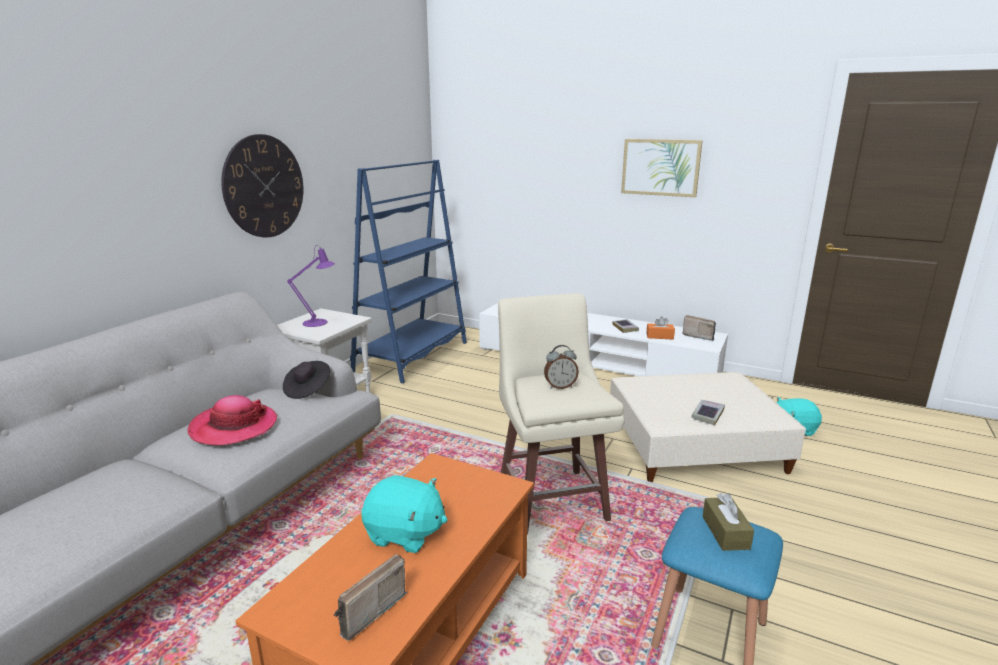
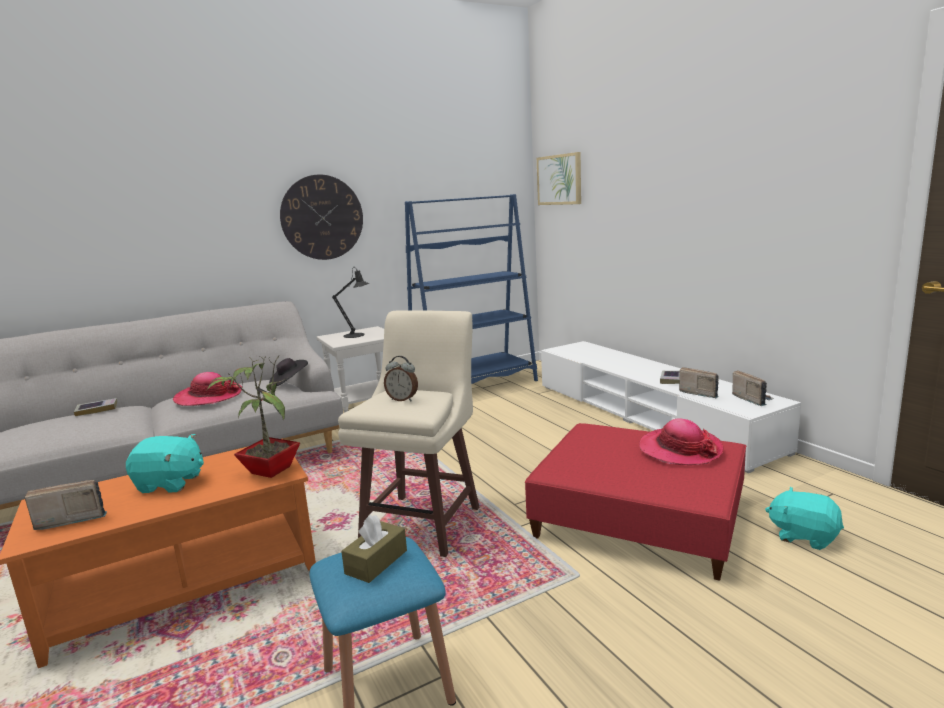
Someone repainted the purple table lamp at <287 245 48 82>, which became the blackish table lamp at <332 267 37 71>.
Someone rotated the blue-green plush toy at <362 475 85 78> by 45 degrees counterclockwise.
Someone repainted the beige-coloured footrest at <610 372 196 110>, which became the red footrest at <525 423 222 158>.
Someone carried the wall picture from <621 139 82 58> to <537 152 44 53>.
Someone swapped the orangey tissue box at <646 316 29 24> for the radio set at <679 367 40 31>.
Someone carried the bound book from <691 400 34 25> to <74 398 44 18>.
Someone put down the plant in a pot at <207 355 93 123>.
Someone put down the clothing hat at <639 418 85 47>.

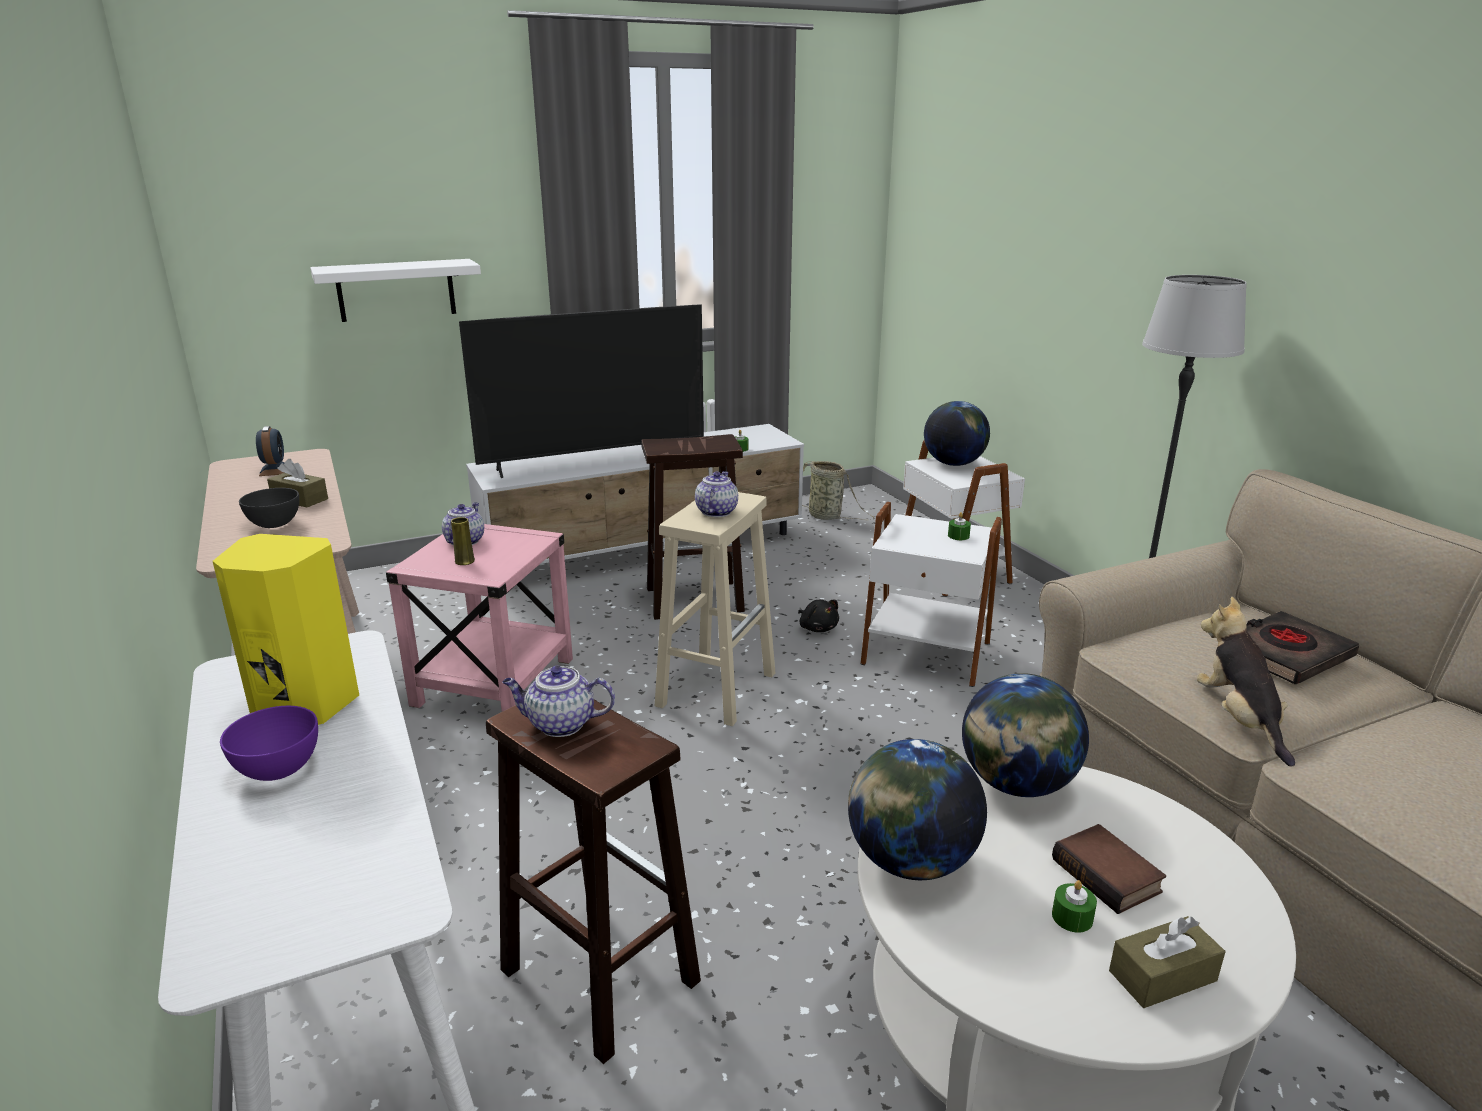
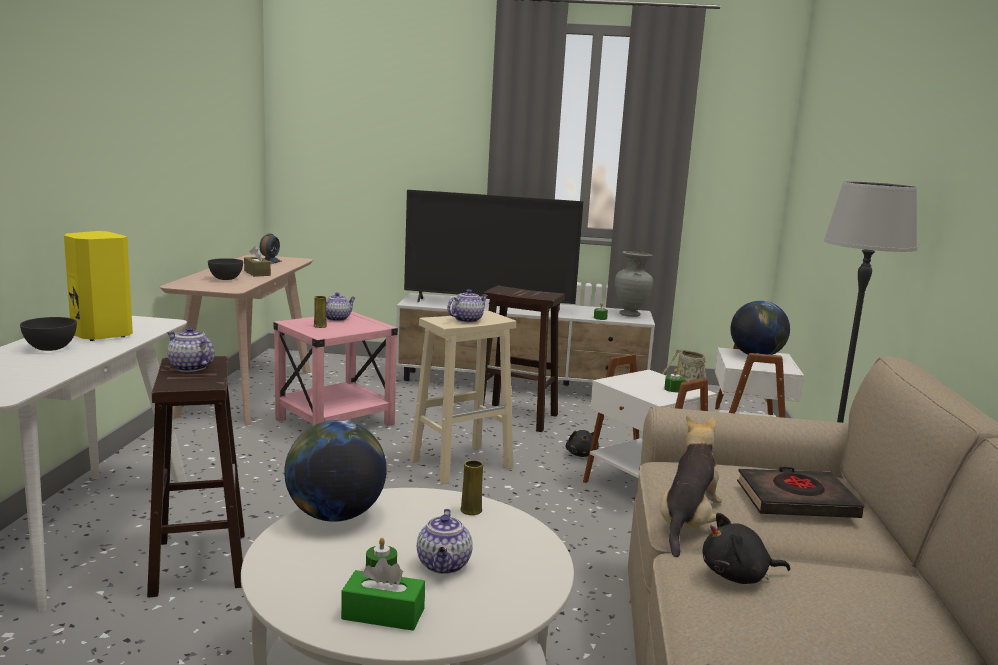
Someone repainted the purple deep dish at <220 706 98 75>, which became the gray deep dish at <20 317 57 34>.
Someone took away the white bracket shelf at <310 259 171 63>.
Someone swapped the desk globe at <962 673 127 124> for the yellow-coloured flower vase at <460 460 23 55>.
Someone swapped the bound book at <1052 824 114 90> for the teapot at <417 509 56 65>.
Someone repainted the brown tissue box at <1109 916 116 92>, which became the greenish tissue box at <341 558 84 73>.
Someone put down the gray flower vase at <615 251 38 66>.
Someone put down the blackish plush toy at <702 513 88 71>.

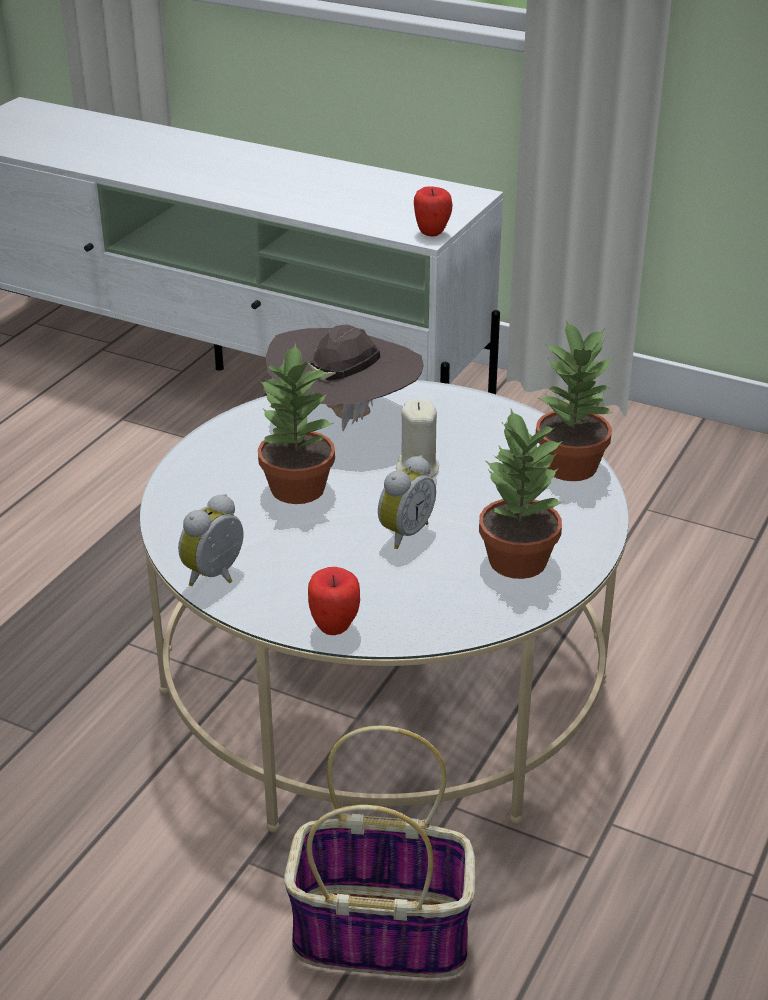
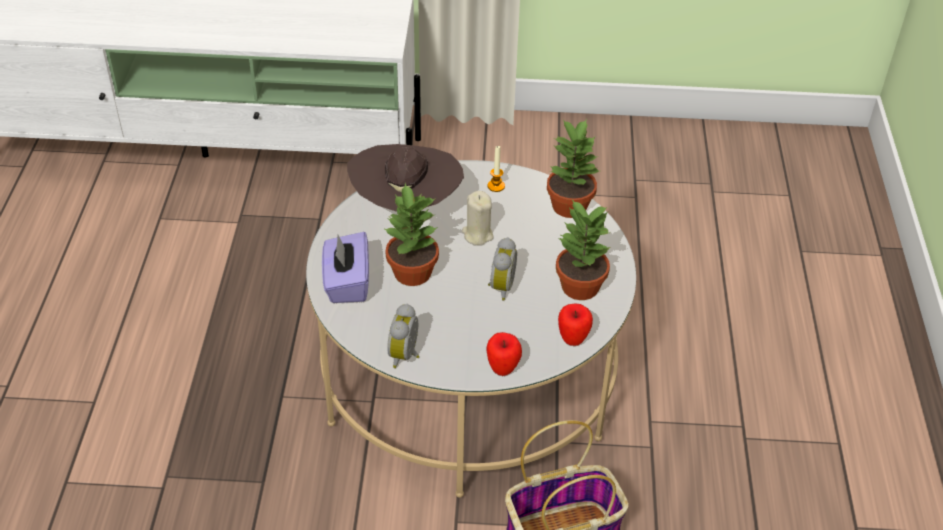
Someone carried the apple from <414 186 38 50> to <558 304 35 42>.
Someone put down the purple tissue box at <322 232 47 71>.
Someone put down the candle at <488 146 17 46>.

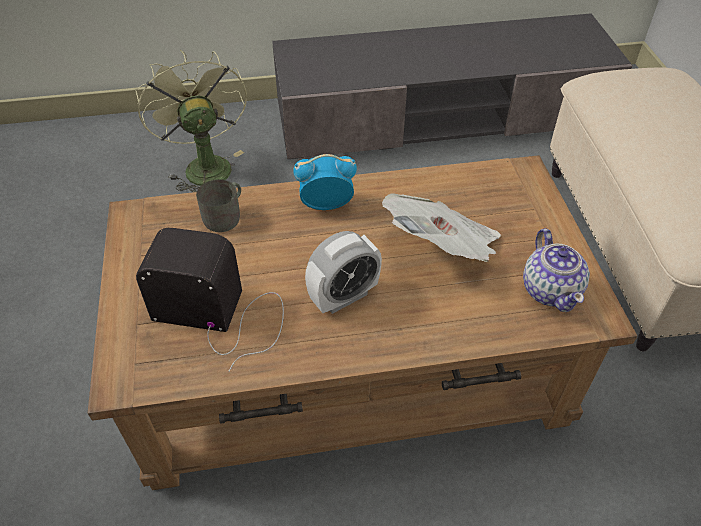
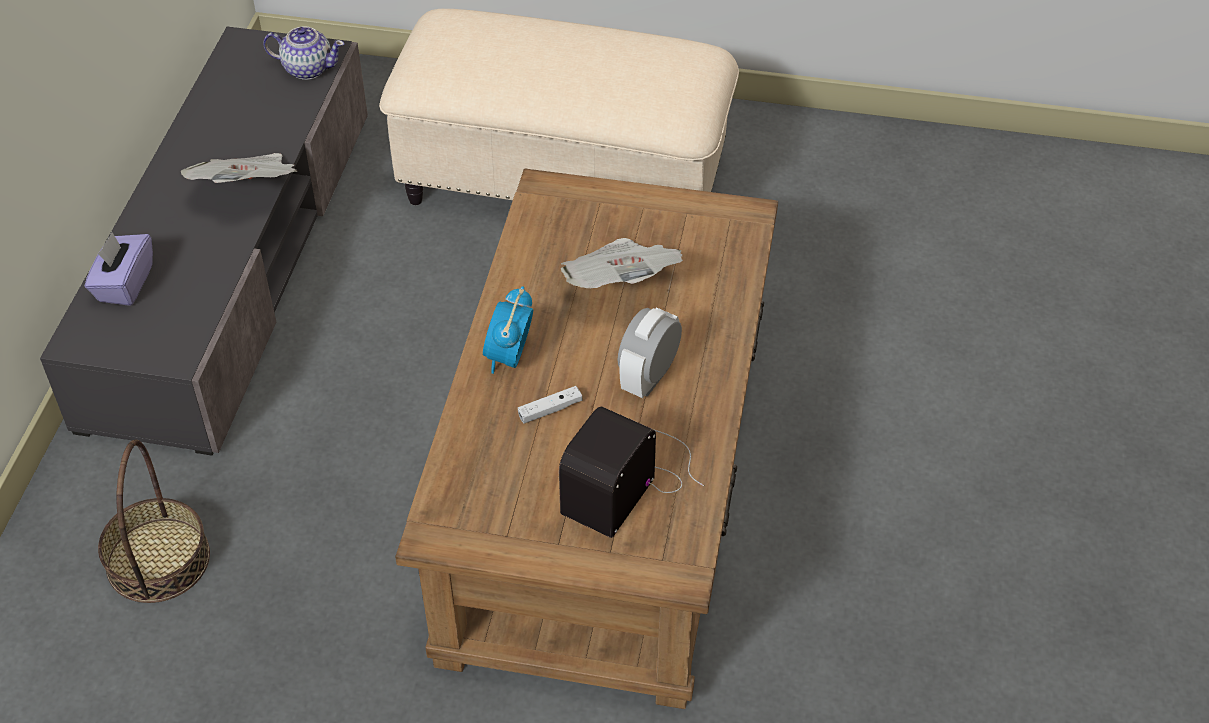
Someone swapped the greenish electric fan at <135 50 112 142> for the household basket at <98 440 112 163>.
Someone took away the gray tea mug at <196 179 45 53>.
Someone rotated the bedside clock at <305 231 77 83> by 135 degrees counterclockwise.
Someone carried the teapot from <523 229 67 83> to <263 26 81 54>.
Someone put down the purple tissue box at <85 232 68 74>.
Someone put down the newspaper at <181 153 117 30>.
Someone put down the white joypad at <518 386 64 38>.

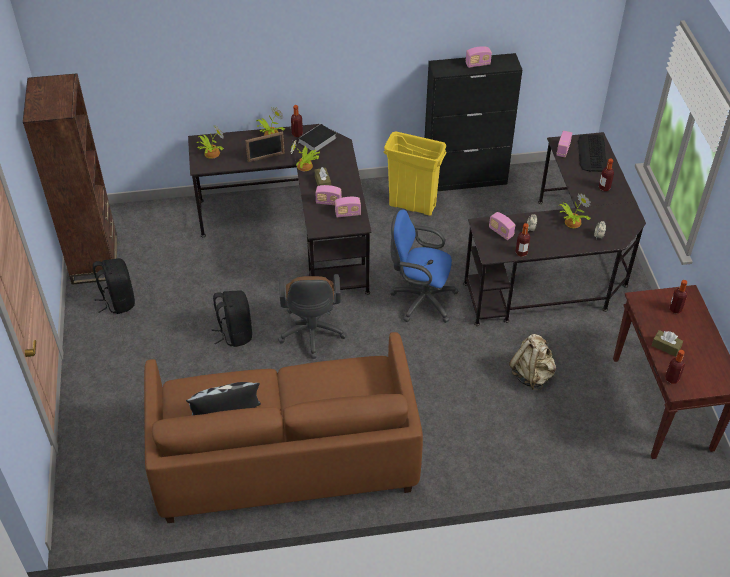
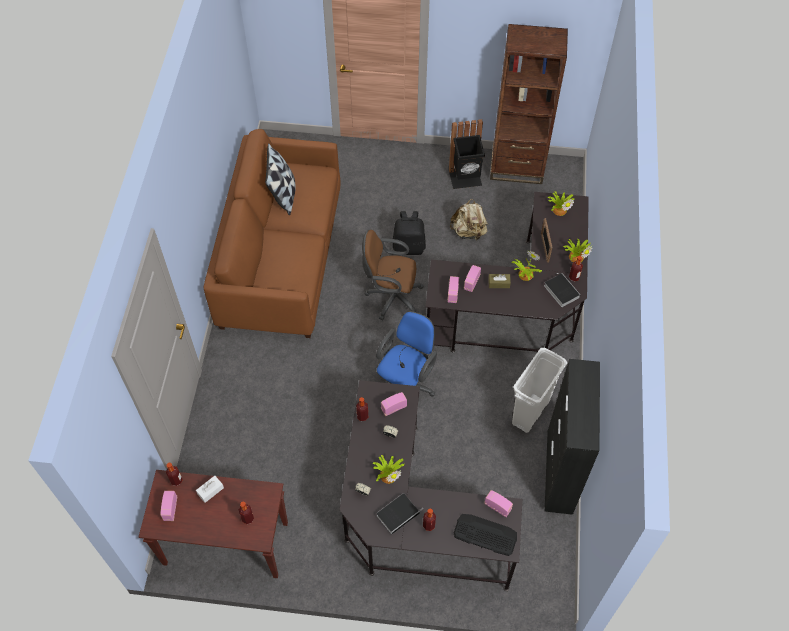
Someone swapped the blackish rucksack at <93 258 42 56> for the blackish waste bin at <449 119 36 70>.
Someone repainted the yellow-coloured waste bin at <384 131 63 85>, which became the white waste bin at <512 348 55 85>.
Someone carried the radio set from <466 46 26 22> to <160 491 17 30>.
Someone carried the beige-coloured rucksack from <509 334 47 56> to <450 199 38 42>.
Someone repainted the brown tissue box at <651 330 32 27>, which became the white tissue box at <196 476 28 27>.
Someone put down the bound book at <377 493 46 41>.

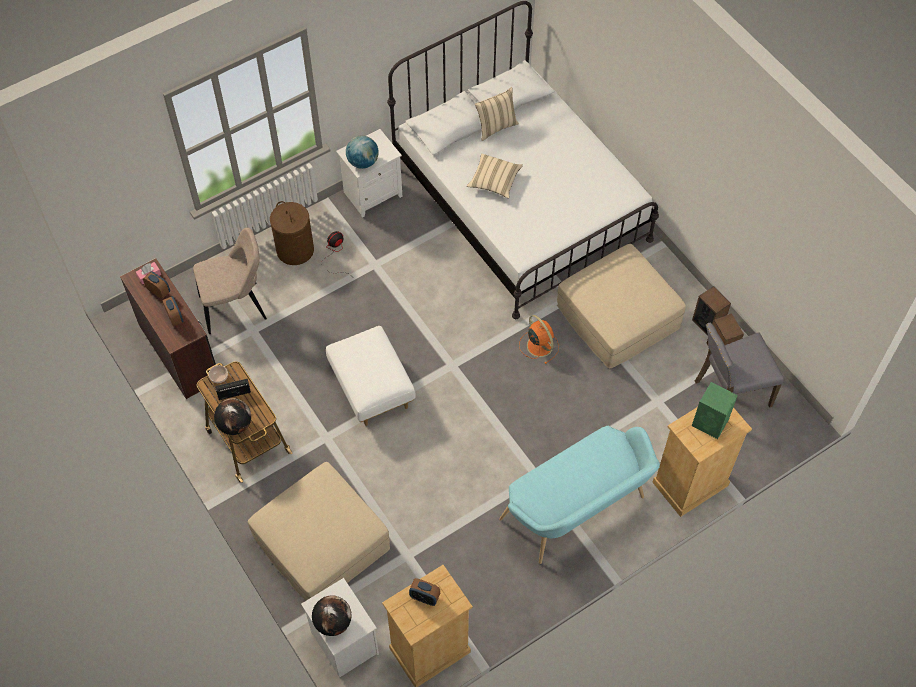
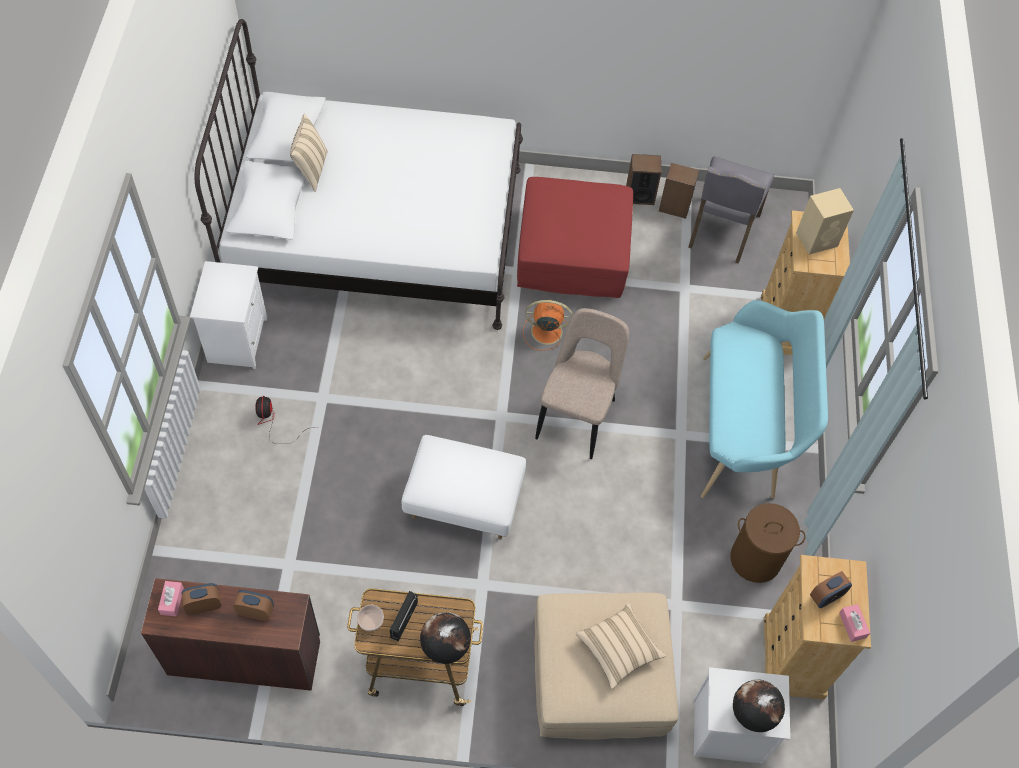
Someone carried the beige-coloured upright chair from <193 228 74 106> to <535 308 94 151>.
Someone carried the brown laundry basket from <270 201 44 64> to <730 503 76 80>.
Someone took away the desk globe at <346 136 33 33>.
Someone carried the beige-coloured throw pillow from <467 153 56 46> to <576 602 90 87>.
Someone repainted the beige-coloured footrest at <557 244 129 124>, which became the red footrest at <517 177 116 121>.
Someone repainted the greenish speaker at <692 382 46 57>, which became the beige-coloured speaker at <796 188 58 67>.
Someone put down the pink tissue box at <839 604 31 38>.

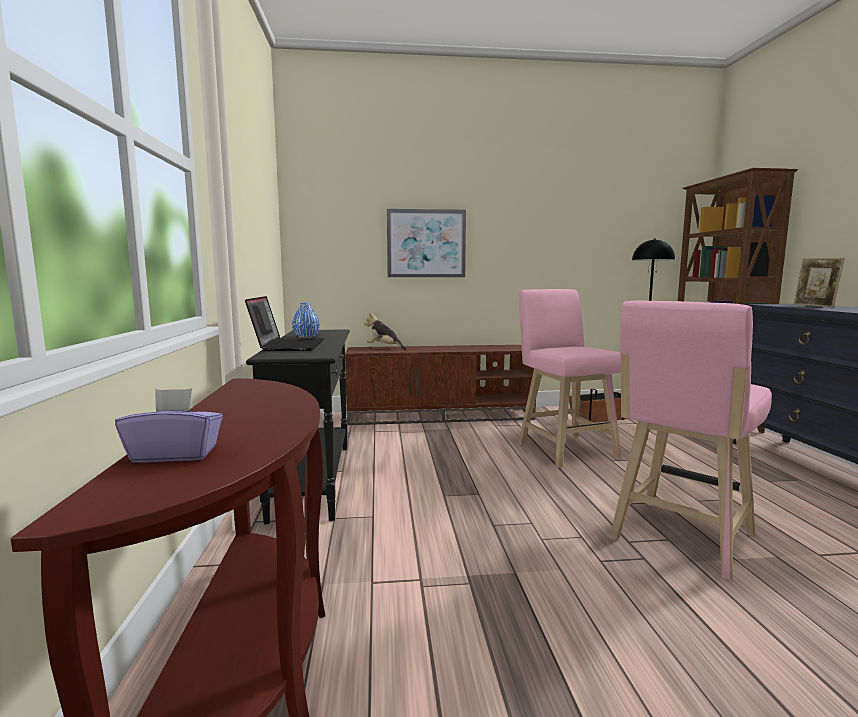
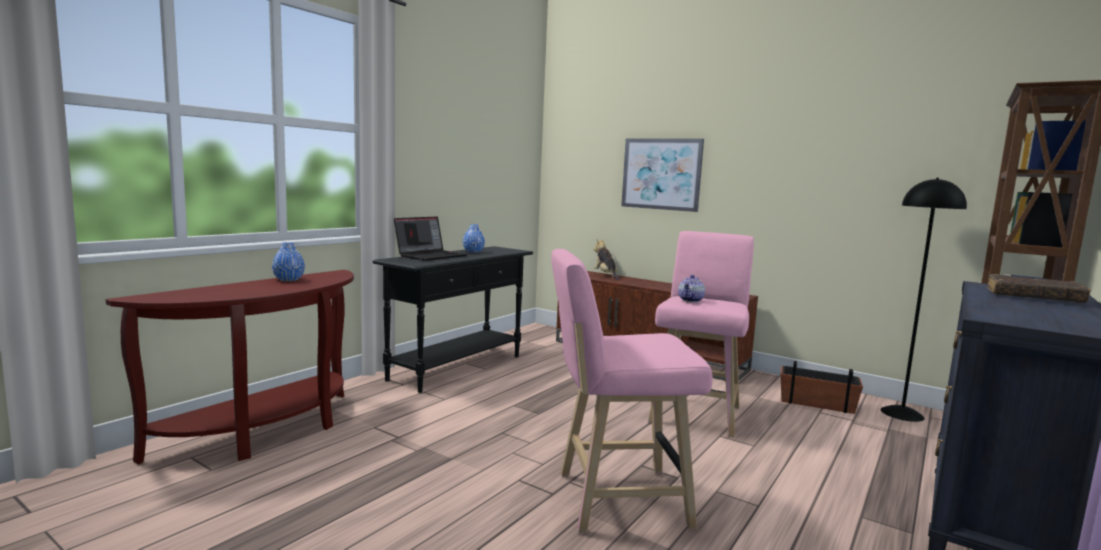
Someone took away the purple tissue box at <115 388 108 75>.
Someone swapped the picture frame at <793 258 52 50> for the brown bound book at <987 274 104 29>.
Someone put down the blue flower vase at <272 242 33 39>.
Someone put down the teapot at <678 275 27 27>.

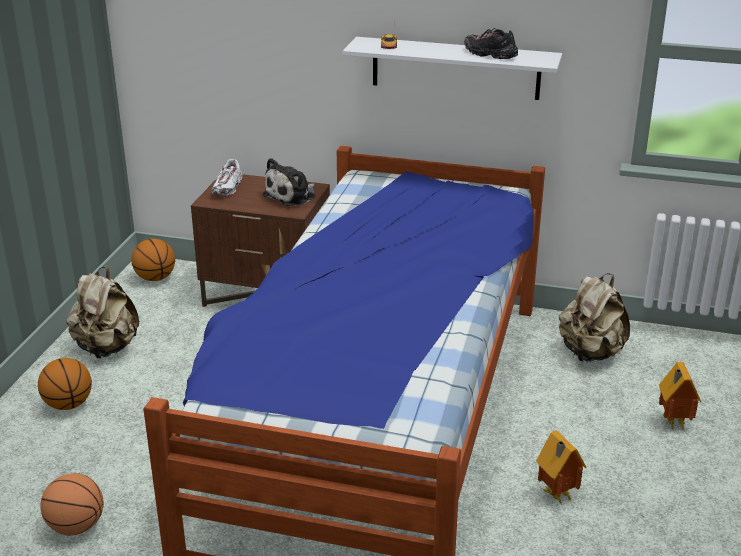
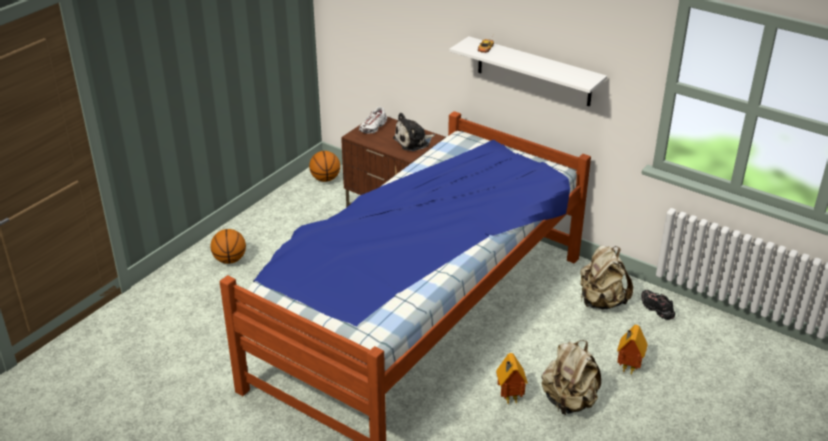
Someone took away the basketball at <40 473 64 62>.
Someone carried the beige-coloured rucksack from <66 266 73 92> to <541 340 60 75>.
Someone carried the blackish shoe from <464 28 54 31> to <641 290 34 30>.

